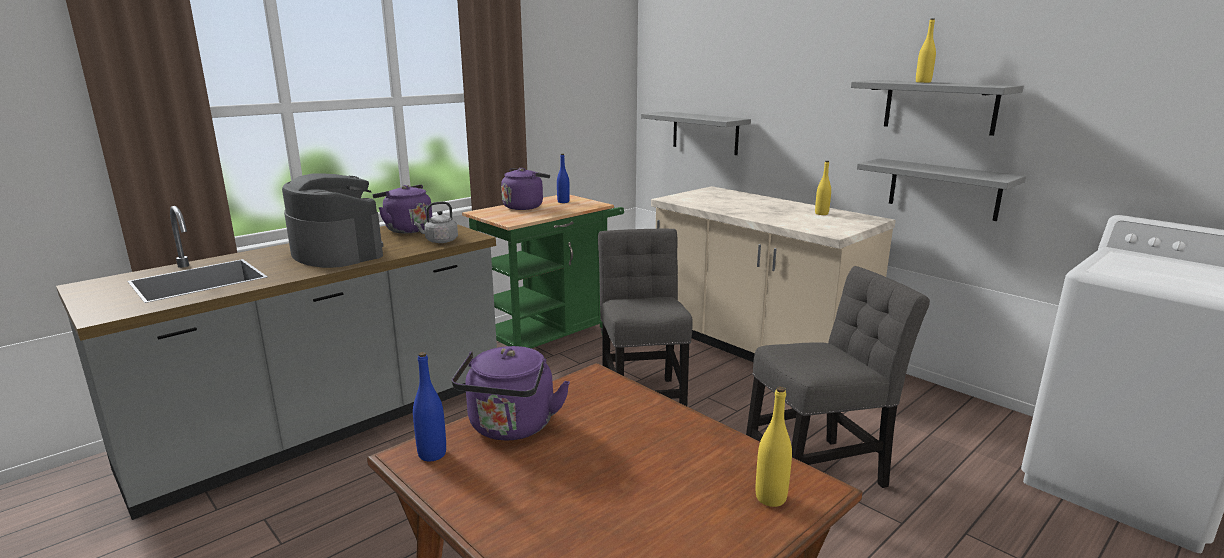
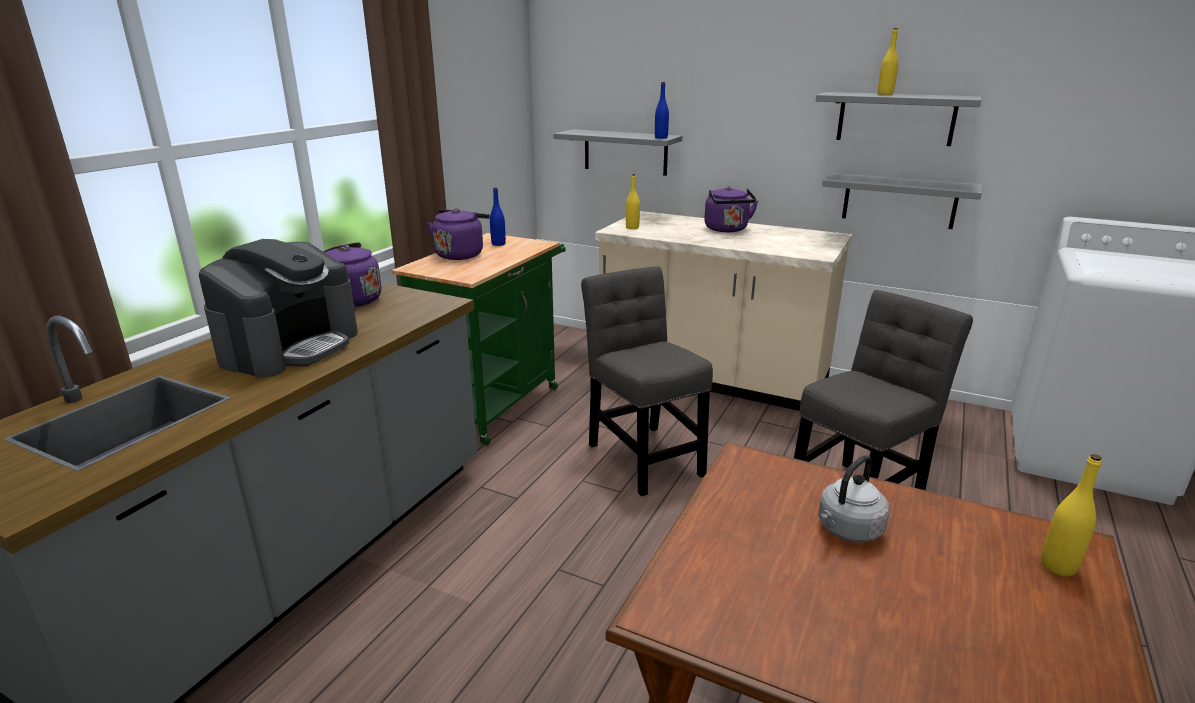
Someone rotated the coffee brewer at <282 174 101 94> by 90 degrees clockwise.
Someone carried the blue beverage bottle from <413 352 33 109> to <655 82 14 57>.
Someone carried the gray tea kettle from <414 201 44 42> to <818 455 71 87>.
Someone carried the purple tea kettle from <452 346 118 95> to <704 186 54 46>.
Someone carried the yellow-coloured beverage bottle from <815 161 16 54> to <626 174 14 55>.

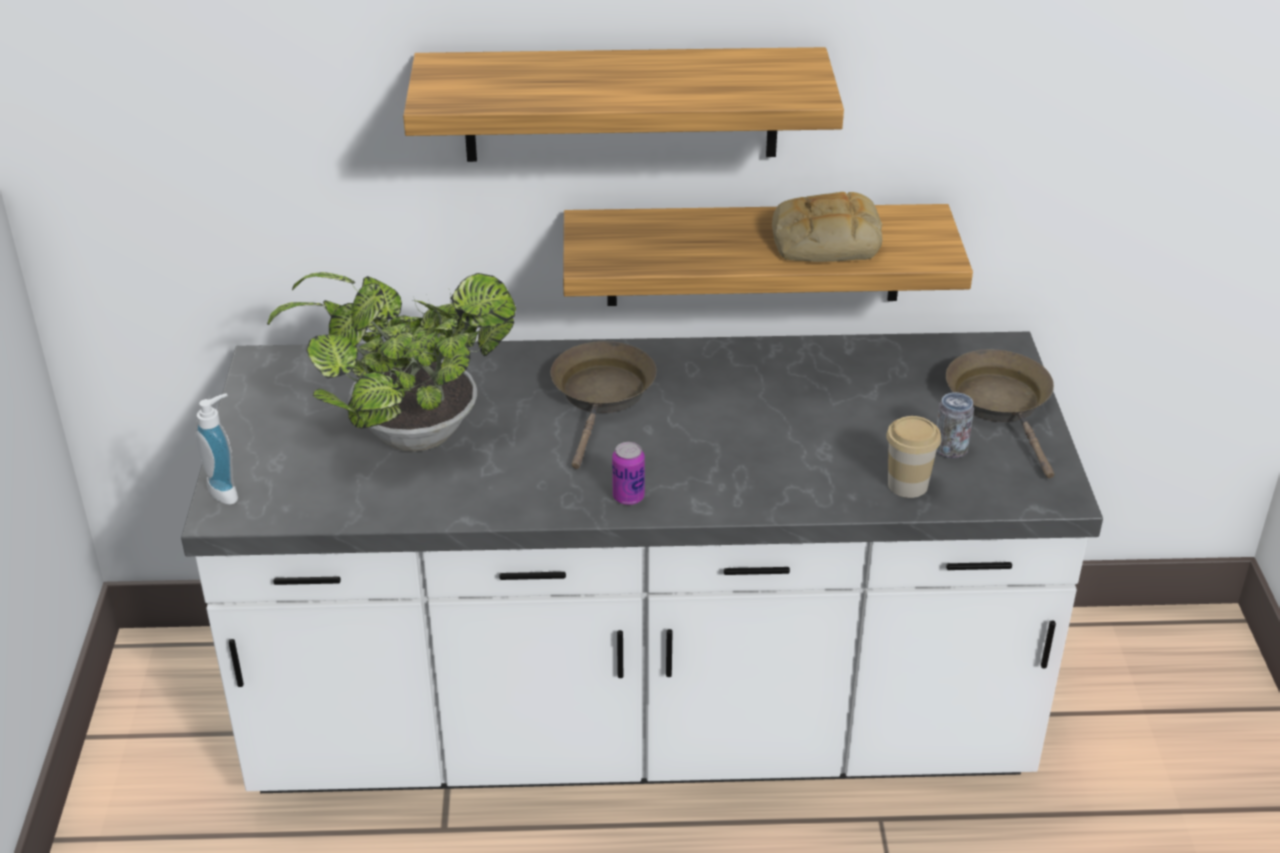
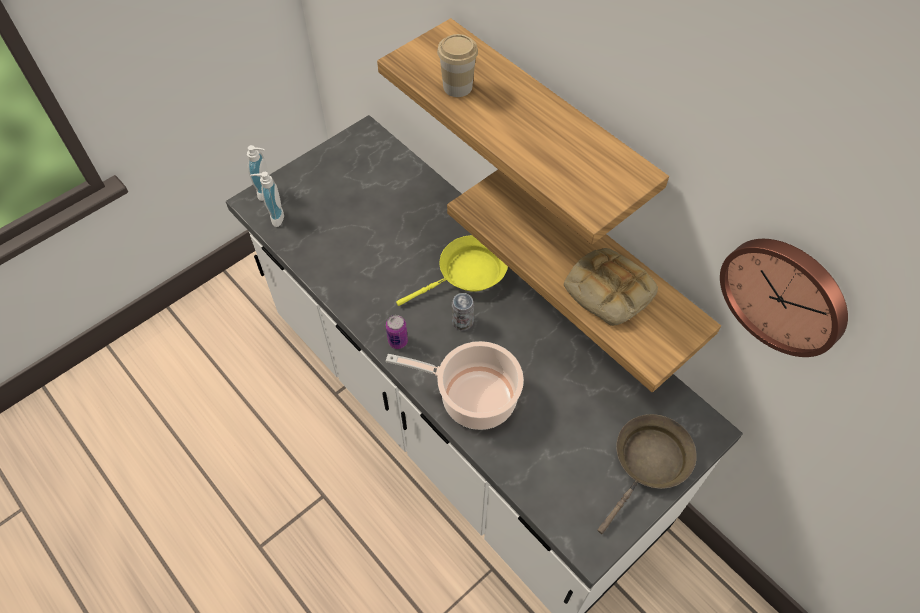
Someone took away the plant in a pot at <267 272 249 180>.
Someone repainted the brown pan at <550 341 106 128>, which became the yellow-coloured pan at <396 235 112 71>.
Someone carried the cup from <886 416 55 82> to <437 34 41 63>.
Someone carried the sealed can from <936 392 38 66> to <452 293 22 37>.
Someone put down the soap dispenser at <250 172 34 55>.
Someone put down the saucepot at <386 341 138 89>.
Someone put up the hanging clock at <720 239 128 118>.

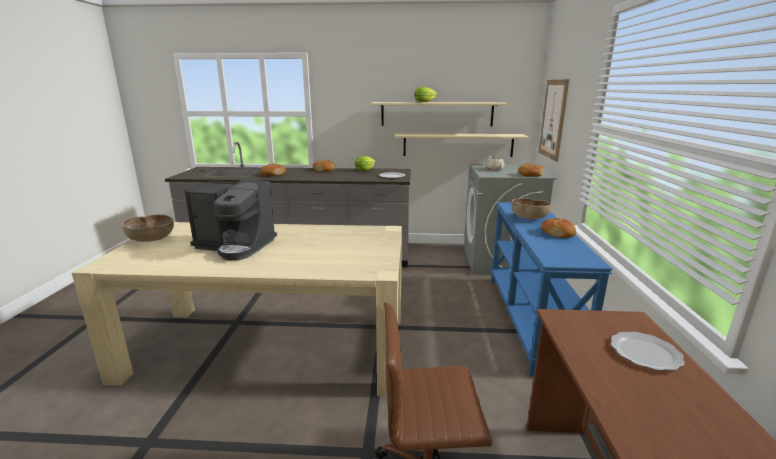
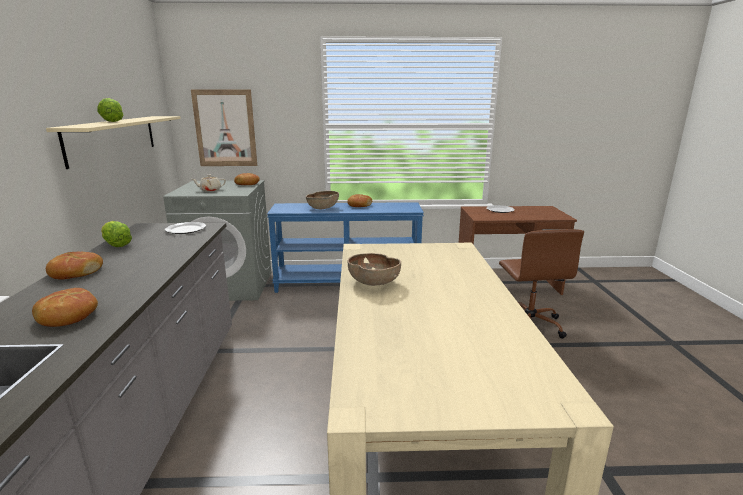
Someone carried the brown deep dish from <122 214 52 28> to <348 253 53 33>.
Someone took away the coffee brewer at <184 179 93 81>.
Someone took away the beige-coloured bracket shelf at <395 133 134 24>.

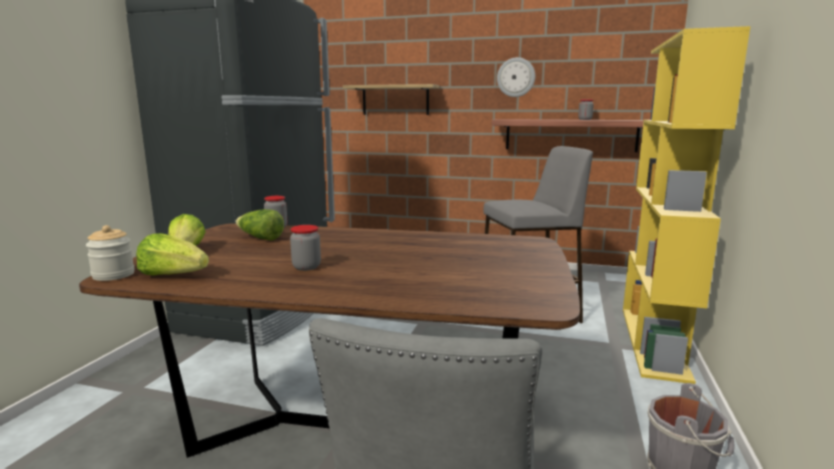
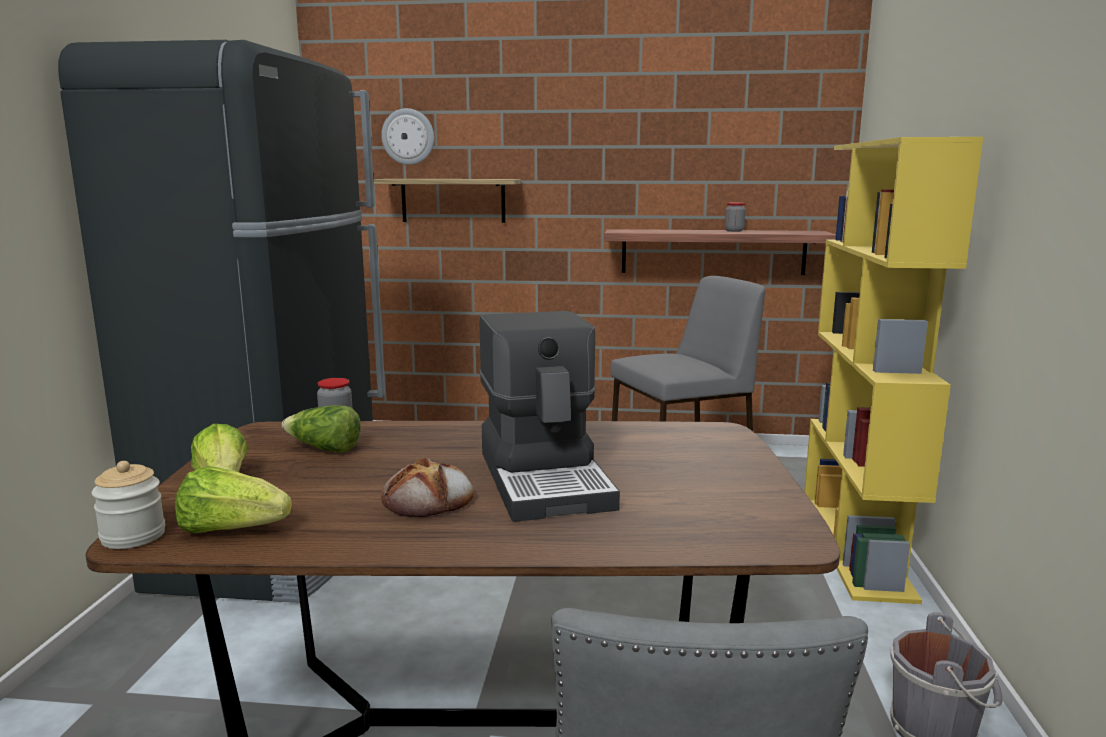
Someone swapped the jar at <290 225 31 46> for the baked bread at <381 458 93 59>.
Someone carried the hanging clock from <497 57 38 40> to <381 108 53 57>.
Someone put down the coffee brewer at <479 311 141 211>.

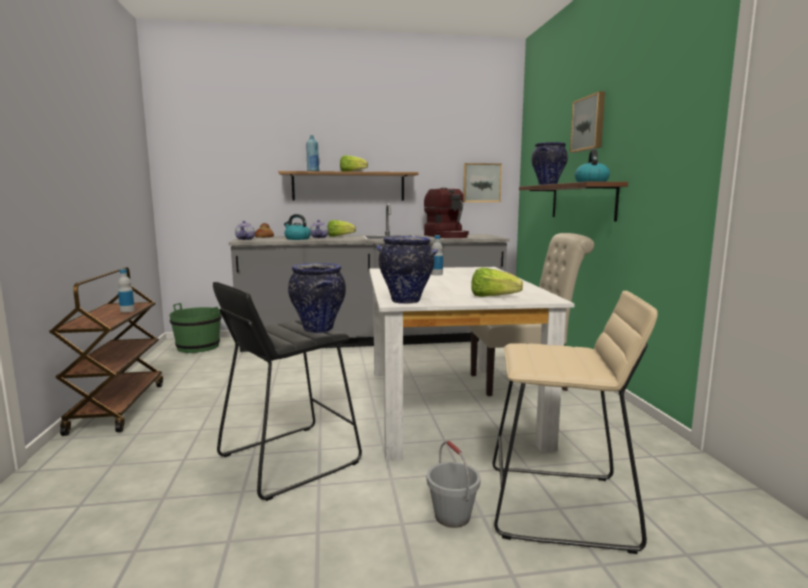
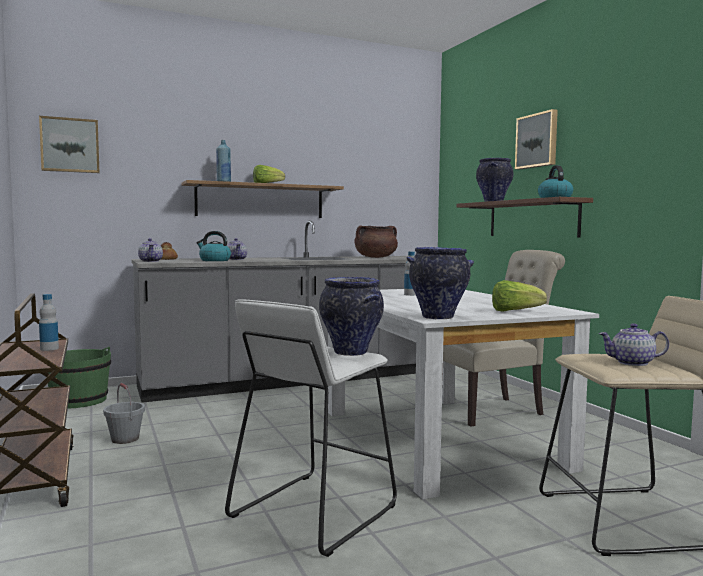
Someone repainted the blackish stool at <213 282 149 219>, which became the white stool at <225 299 172 258>.
Someone took away the lettuce at <327 220 29 17>.
Someone swapped the coffee brewer at <424 188 45 50> for the brown saucepot at <354 225 44 33>.
Someone carried the gray bucket from <427 441 54 87> to <103 383 42 61>.
Someone carried the wall picture from <463 163 39 39> to <39 116 61 57>.
Someone put down the teapot at <599 323 70 43>.

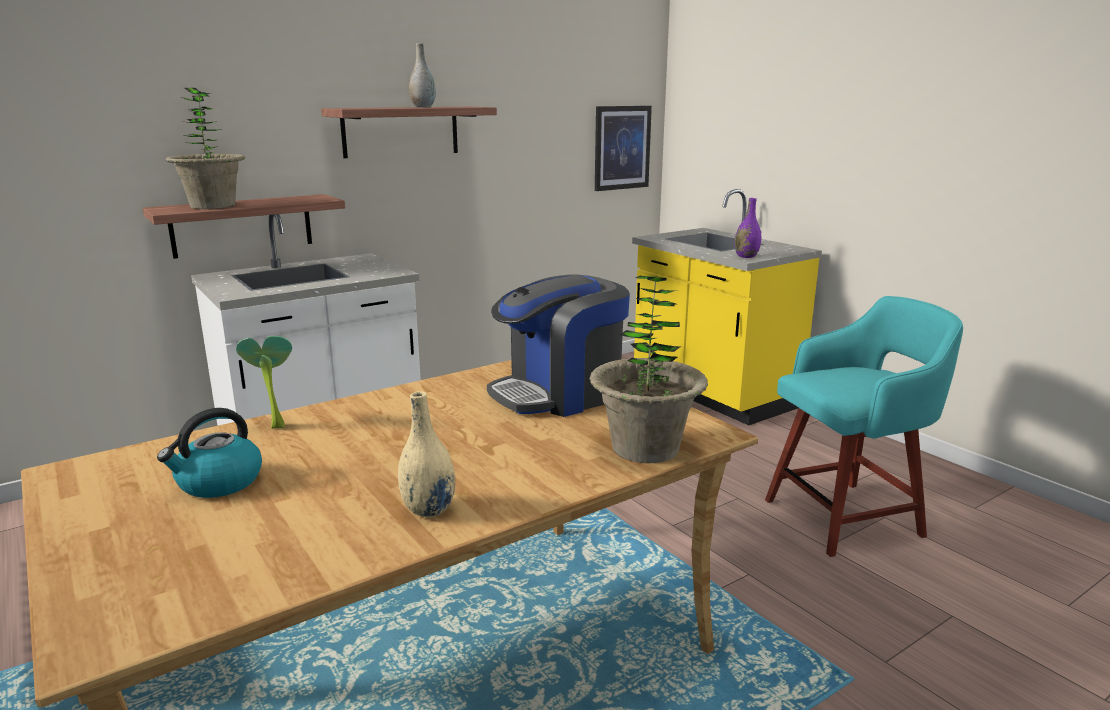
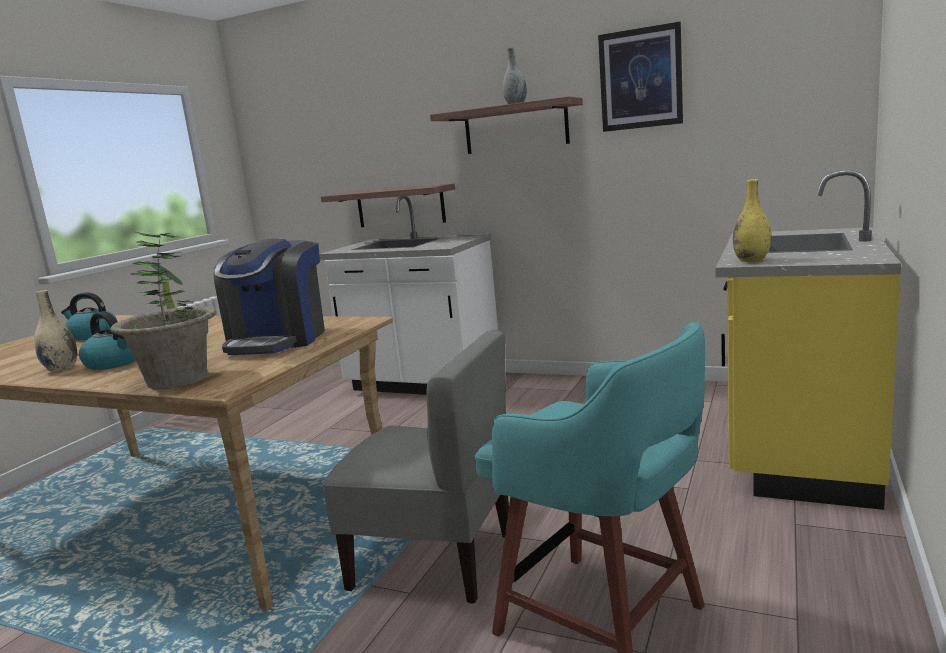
Someone took away the plant in a pot at <166 88 79 121>.
Someone rotated the coffee brewer at <487 275 143 142> by 105 degrees counterclockwise.
Someone carried the wall picture from <595 106 57 85> to <598 22 85 110>.
Someone repainted the purple flower vase at <734 198 27 60>, which became the yellow-coloured flower vase at <733 179 38 83>.
Someone put down the tea kettle at <79 311 57 59>.
Someone put down the gray upright chair at <322 330 187 274>.

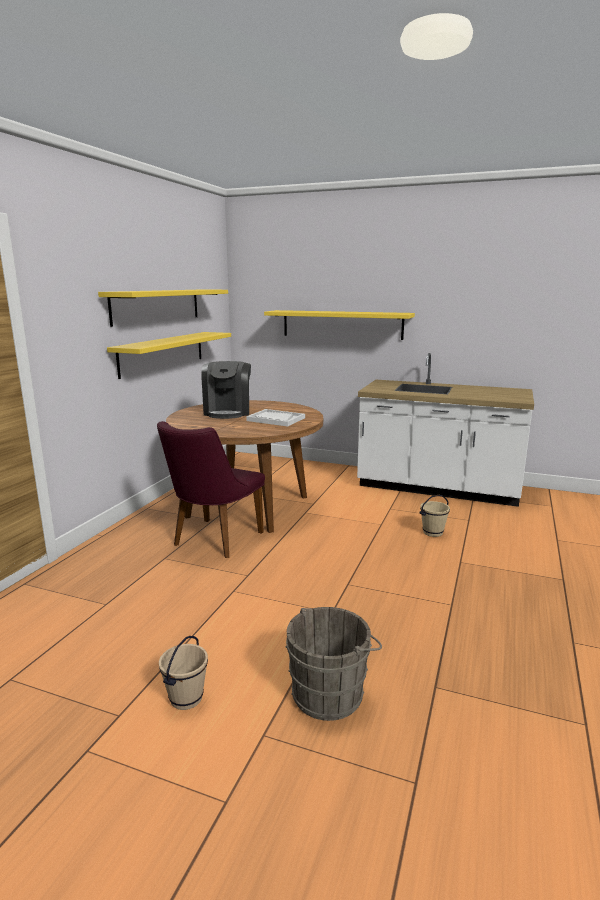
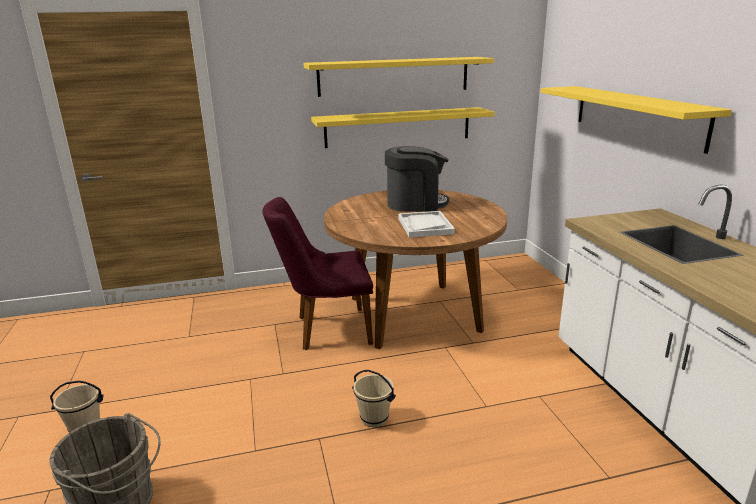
Someone rotated the coffee brewer at <201 361 50 58> by 150 degrees counterclockwise.
Someone carried the beige-coloured bucket from <419 495 31 42> to <352 370 44 57>.

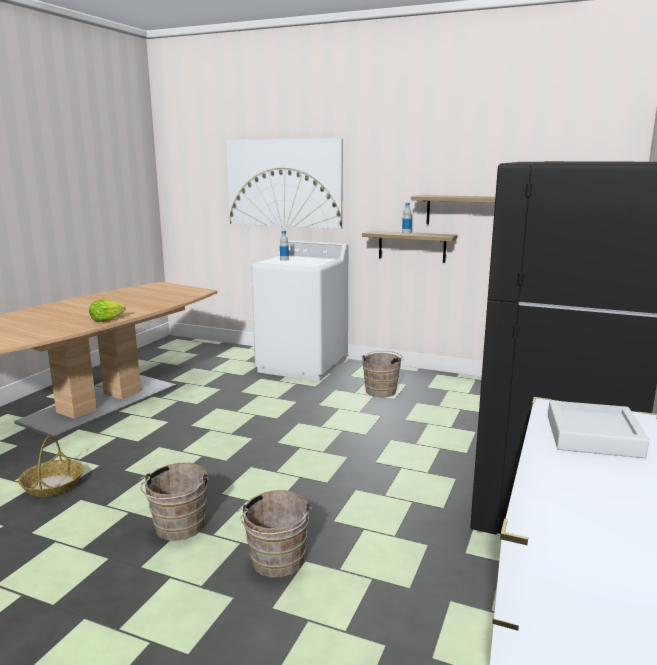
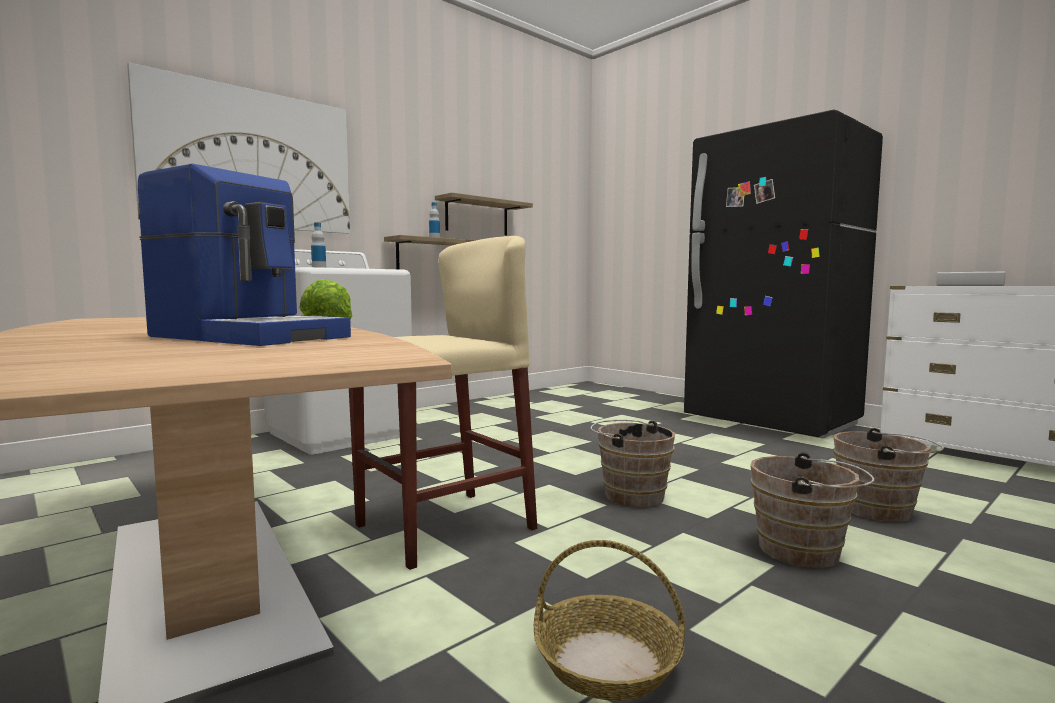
Someone carried the brown bucket from <362 351 42 46> to <590 420 85 87>.
Someone put down the coffee brewer at <138 164 213 182>.
Someone put down the beige-coloured stool at <349 236 188 334>.

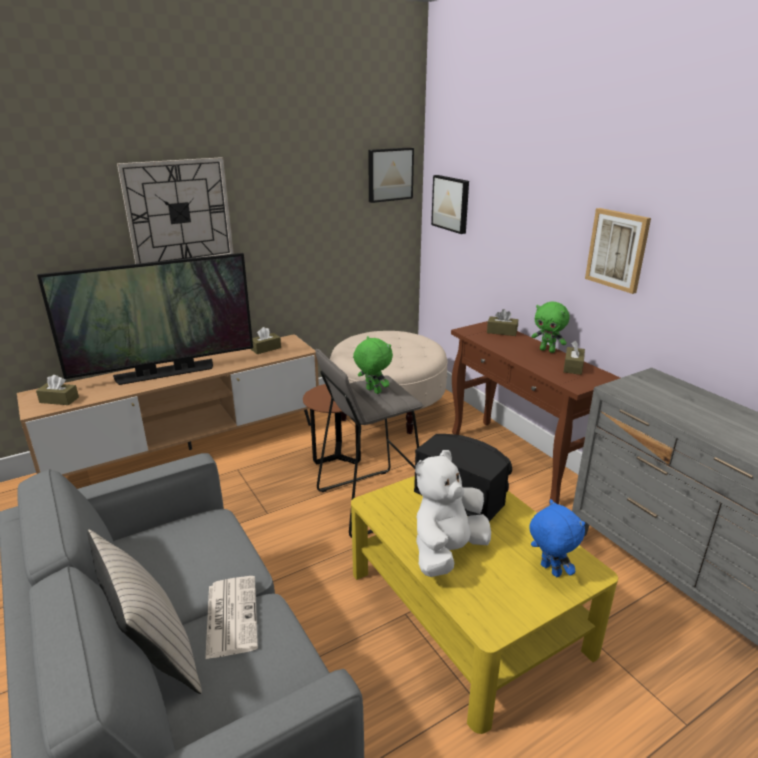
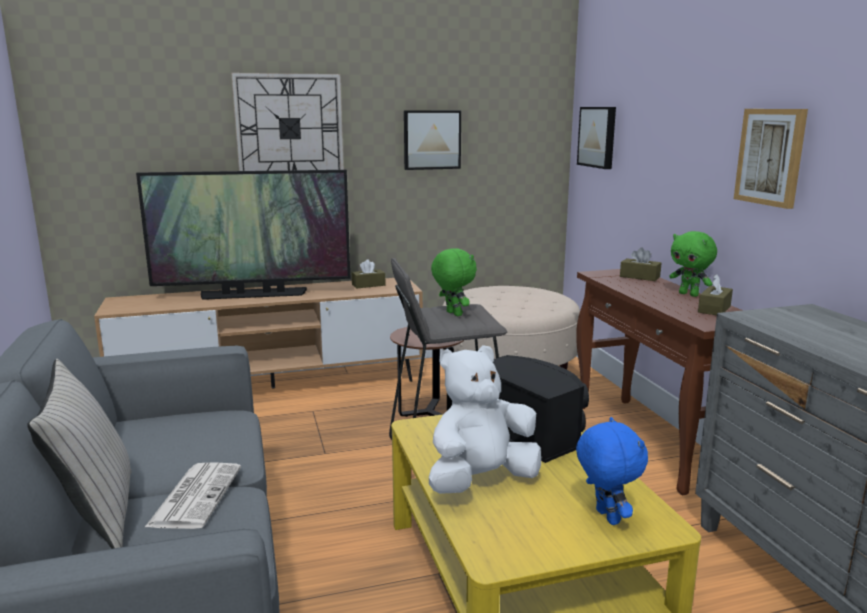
Someone took away the brown tissue box at <36 375 43 30>.
Someone carried the wall picture from <368 147 46 56> to <404 110 57 60>.

